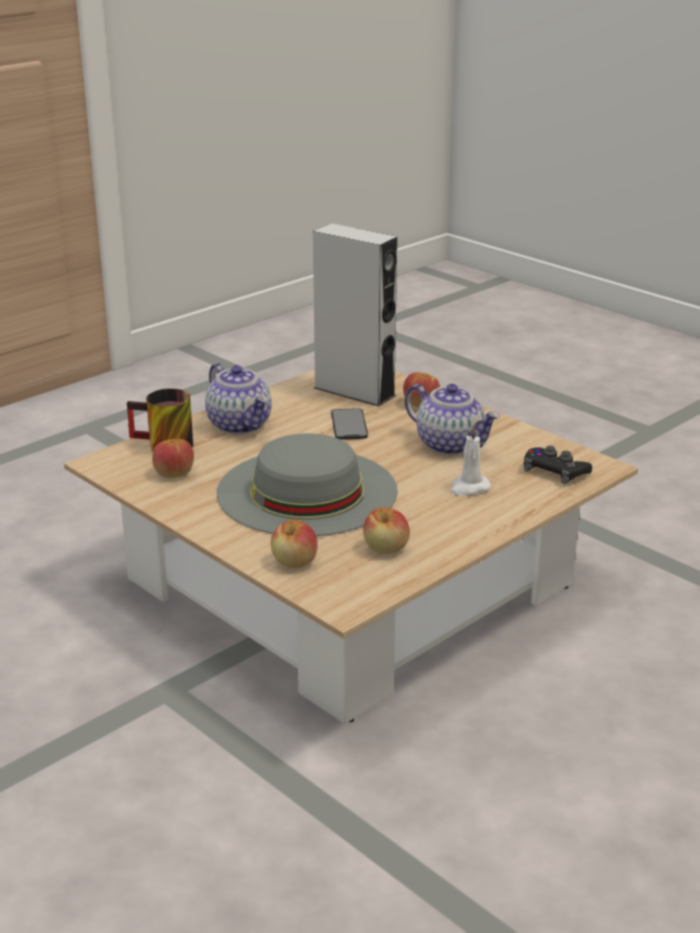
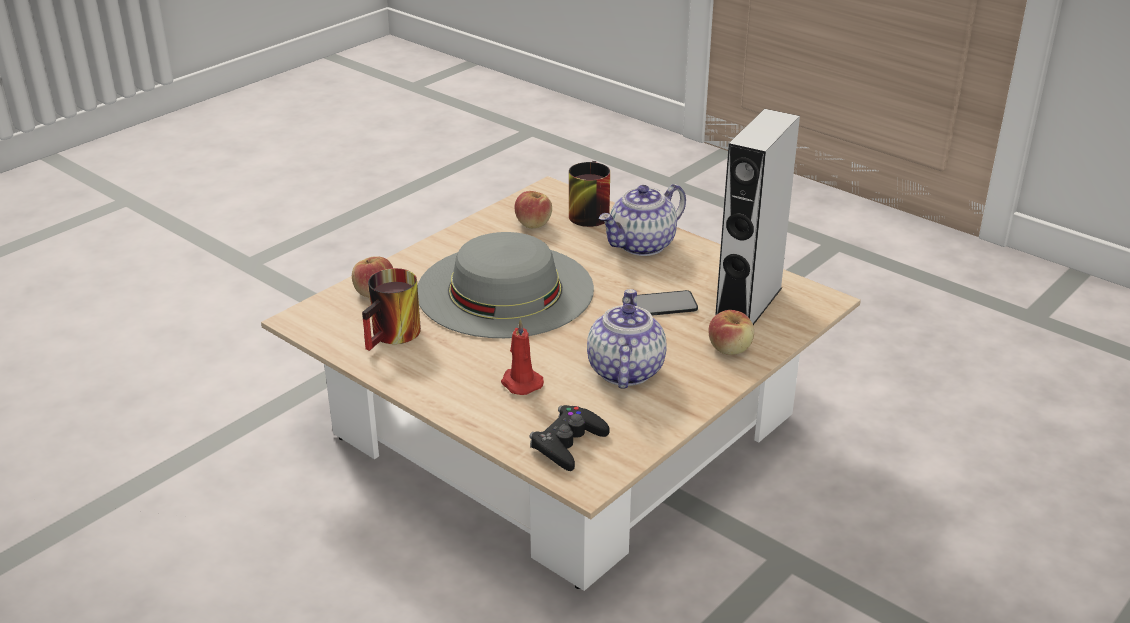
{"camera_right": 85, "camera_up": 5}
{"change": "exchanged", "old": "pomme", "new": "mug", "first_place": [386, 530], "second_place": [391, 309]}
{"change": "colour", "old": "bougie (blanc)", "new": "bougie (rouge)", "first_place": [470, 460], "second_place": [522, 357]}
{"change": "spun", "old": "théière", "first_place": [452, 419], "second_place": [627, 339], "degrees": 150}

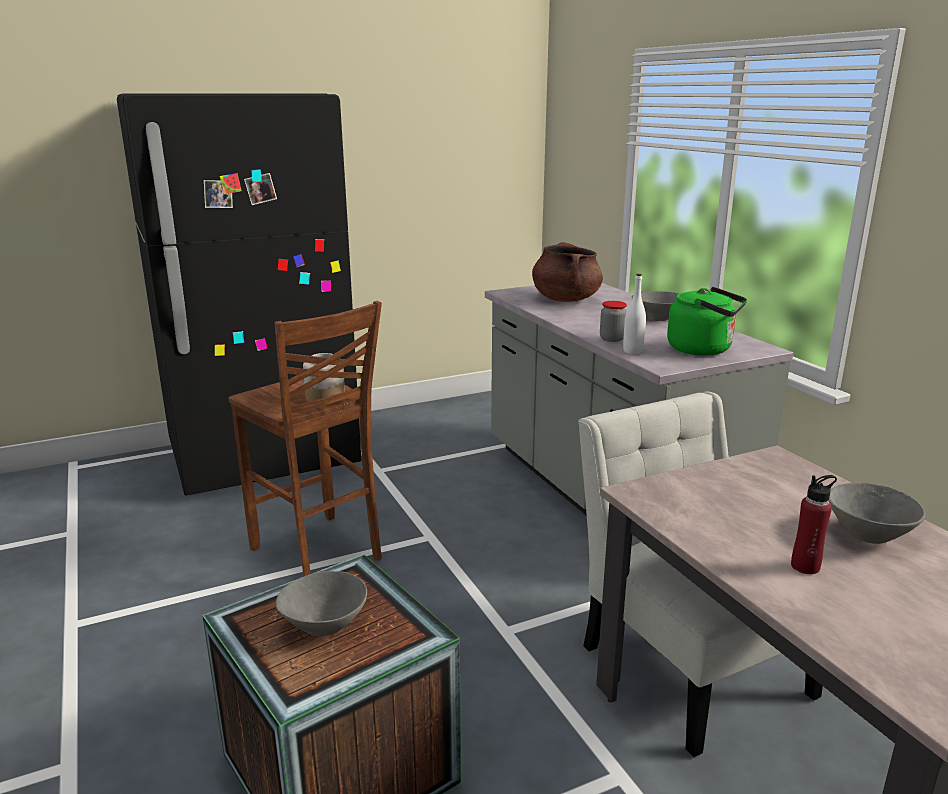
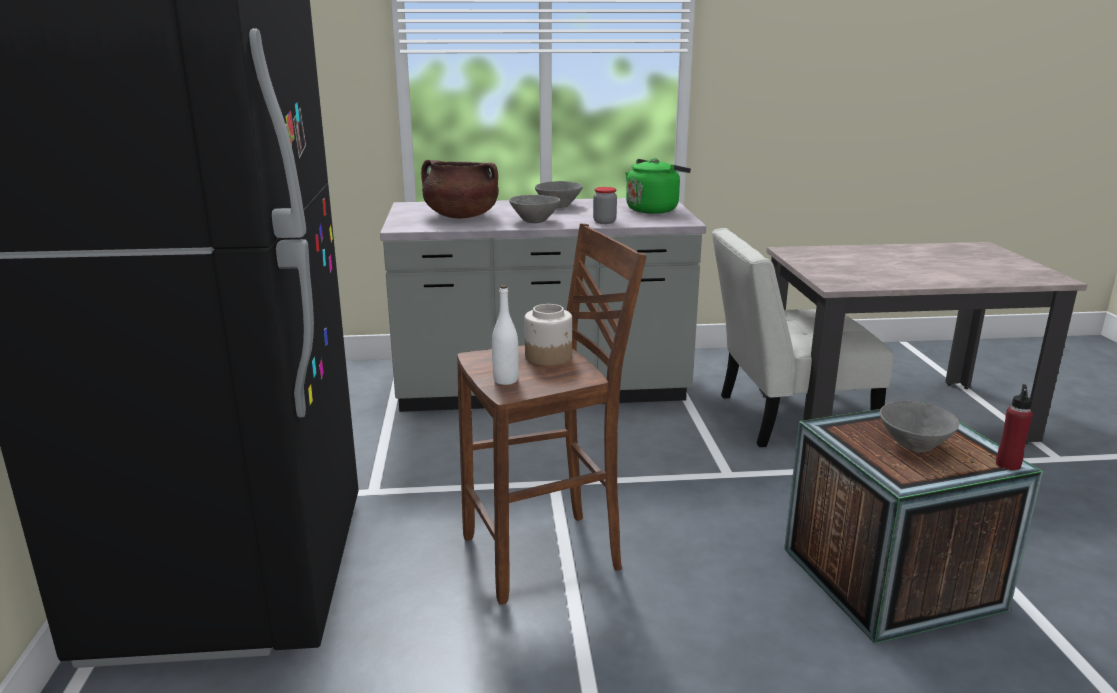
{"camera_right": -70, "camera_up": 0}
{"change": "relocated", "old": "bouteille (blanc)", "first_place": [634, 314], "second_place": [505, 335]}
{"change": "relocated", "old": "bol (gris)", "first_place": [876, 513], "second_place": [534, 209]}
{"change": "relocated", "old": "bouteille (rouge)", "first_place": [814, 524], "second_place": [1014, 427]}

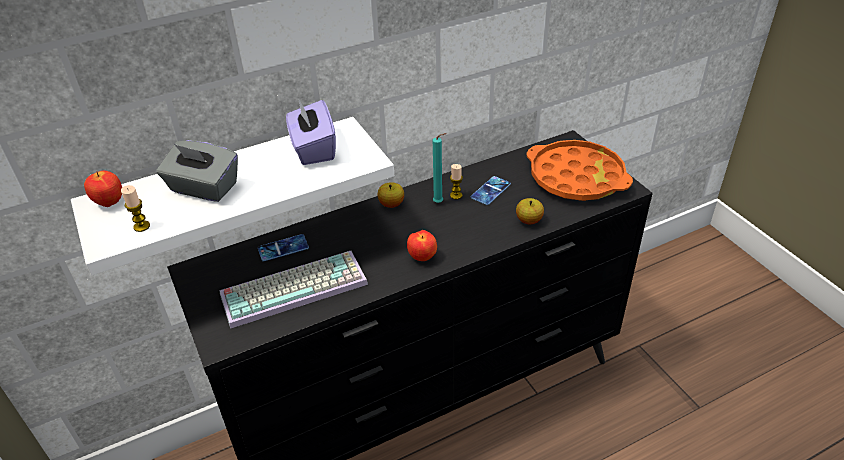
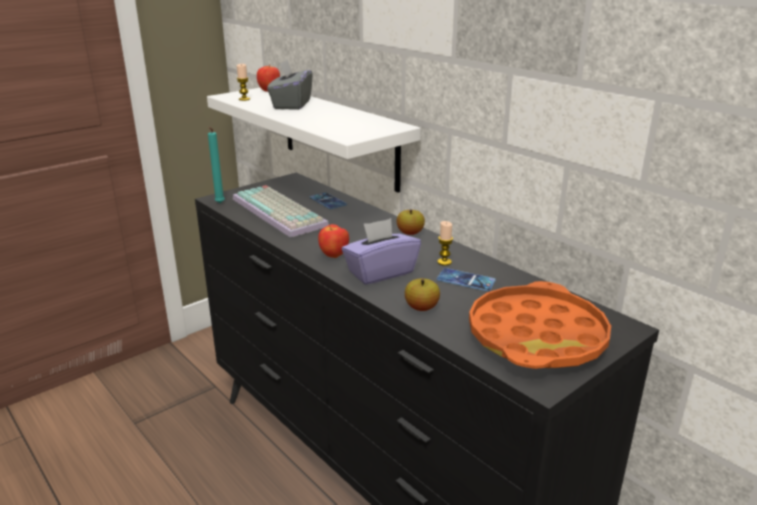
{"camera_right": 75, "camera_up": -15}
{"change": "relocated", "old": "bougie (turquoise)", "first_place": [439, 168], "second_place": [216, 165]}
{"change": "relocated", "old": "boîte à mouchoirs (violet)", "first_place": [311, 132], "second_place": [381, 251]}

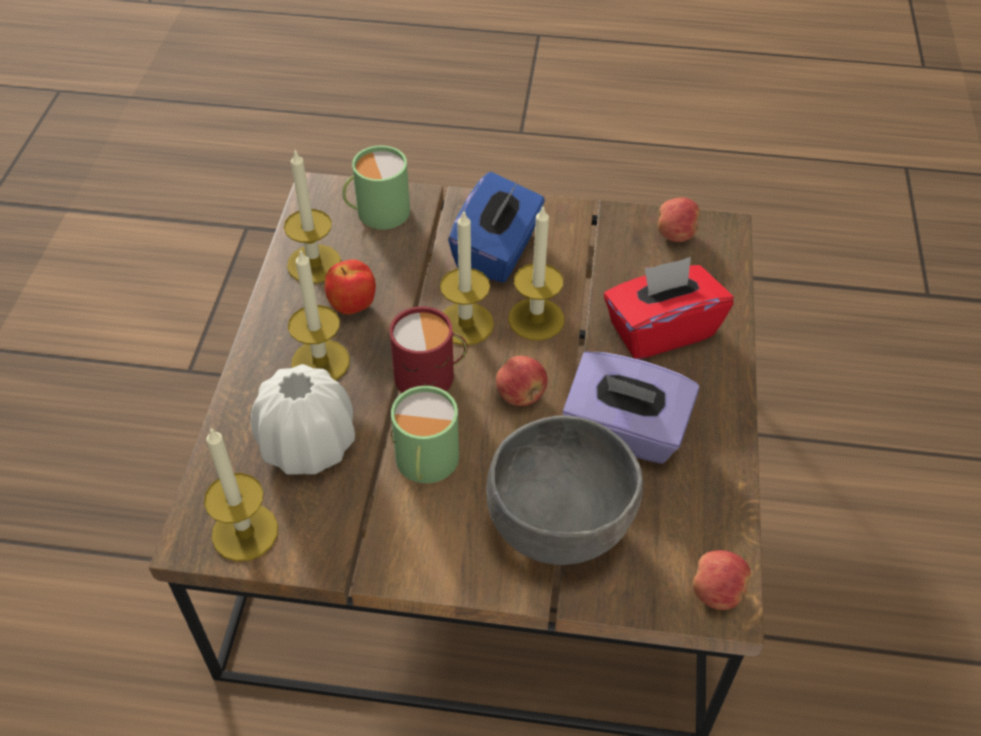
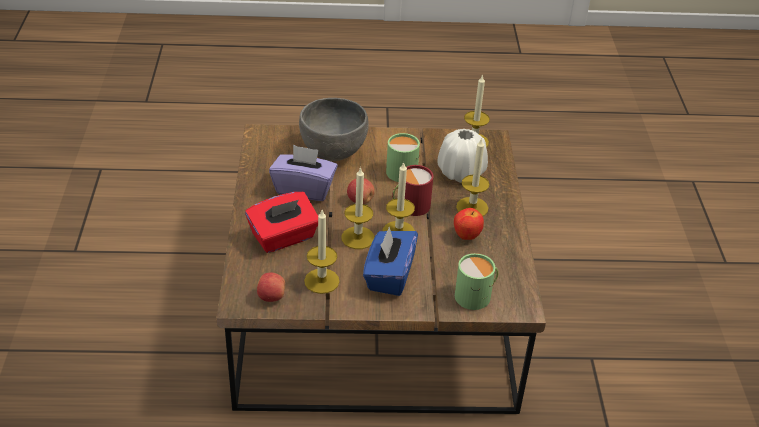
{"camera_right": 170, "camera_up": -10}
{"change": "relocated", "old": "bougie", "first_place": [312, 216], "second_place": [322, 252]}
{"change": "missing", "old": "pomme", "first_place": [722, 580]}

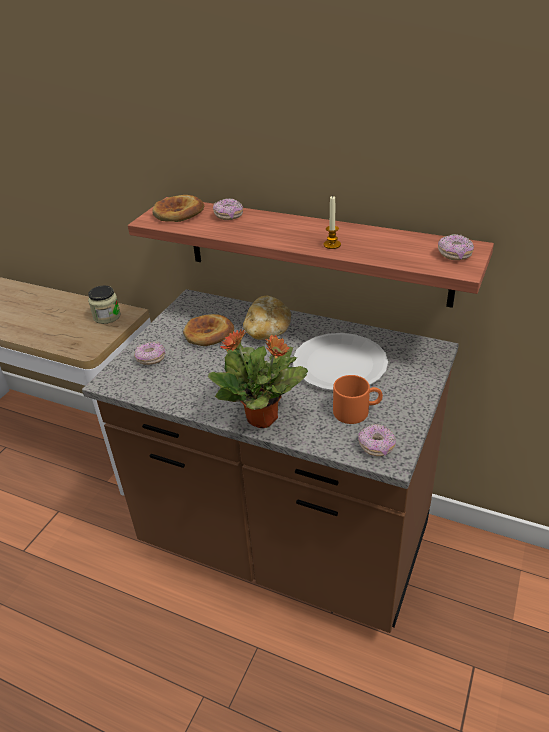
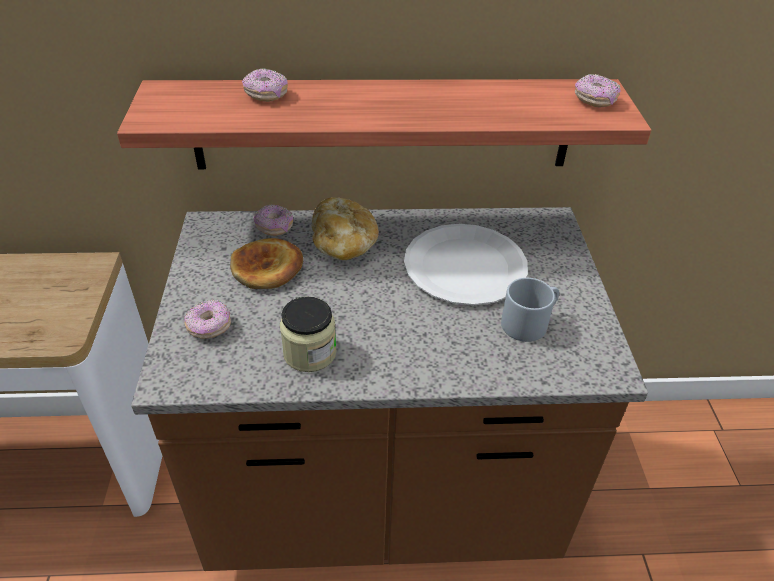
{"camera_right": -30, "camera_up": 5}
{"change": "relocated", "old": "beignet", "first_place": [377, 440], "second_place": [273, 220]}
{"change": "relocated", "old": "bocal", "first_place": [104, 304], "second_place": [308, 334]}
{"change": "colour", "old": "mug (orange)", "new": "mug (gris)", "first_place": [358, 399], "second_place": [530, 310]}
{"change": "missing", "old": "pain", "first_place": [178, 208]}
{"change": "missing", "old": "plante en pot", "first_place": [258, 378]}
{"change": "missing", "old": "bougie", "first_place": [332, 222]}

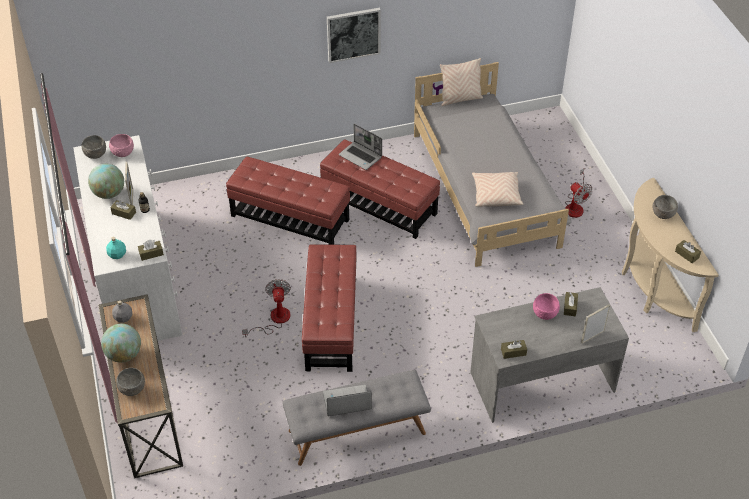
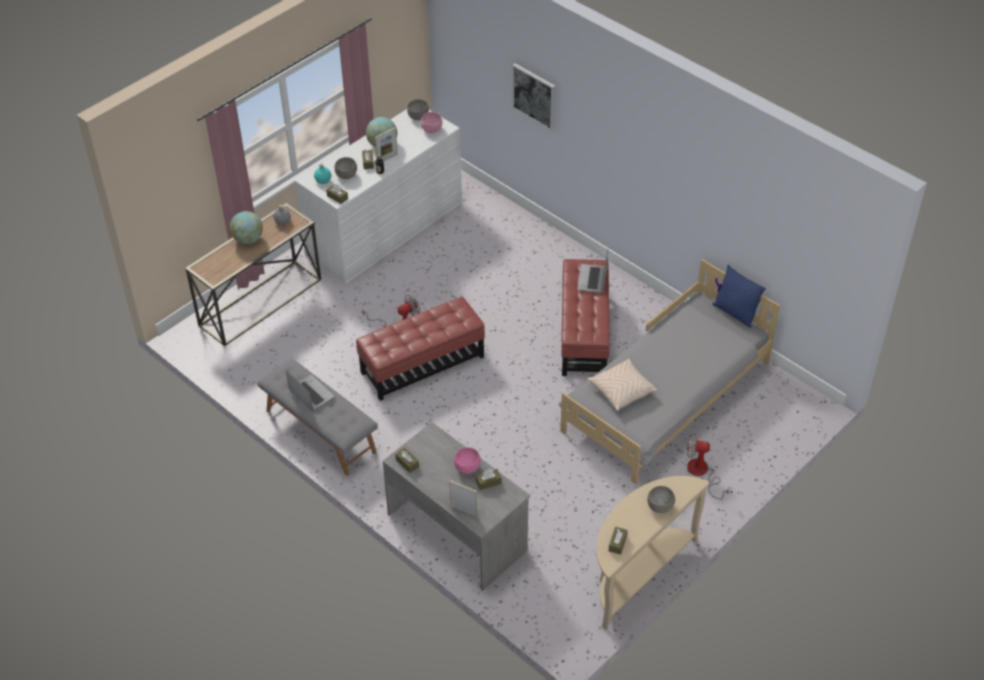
{"camera_right": 60, "camera_up": 0}
{"change": "relocated", "old": "bol (gris)", "first_place": [130, 382], "second_place": [345, 168]}
{"change": "relocated", "old": "tableau", "first_place": [354, 35], "second_place": [533, 97]}
{"change": "spun", "old": "ventilateur", "first_place": [579, 193], "second_place": [708, 466], "degrees": 75}
{"change": "colour", "old": "coussin (beige)", "new": "coussin (bleu)", "first_place": [461, 82], "second_place": [739, 296]}
{"change": "missing", "old": "pouf (rouge)", "first_place": [288, 201]}

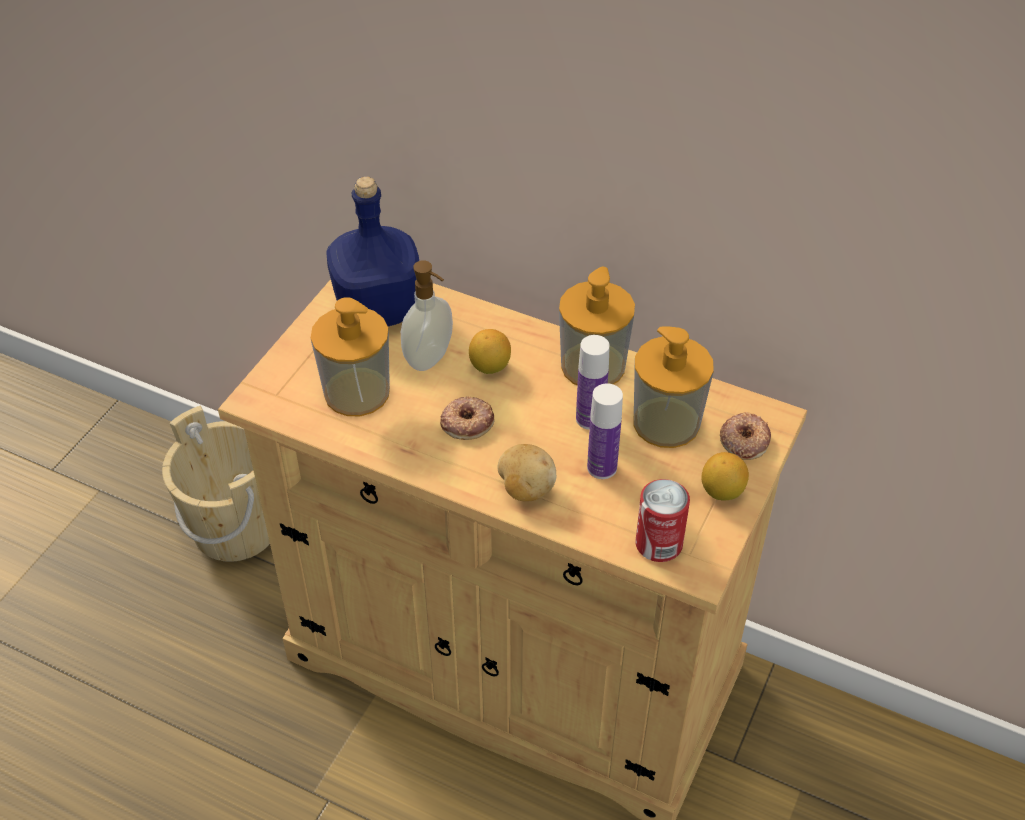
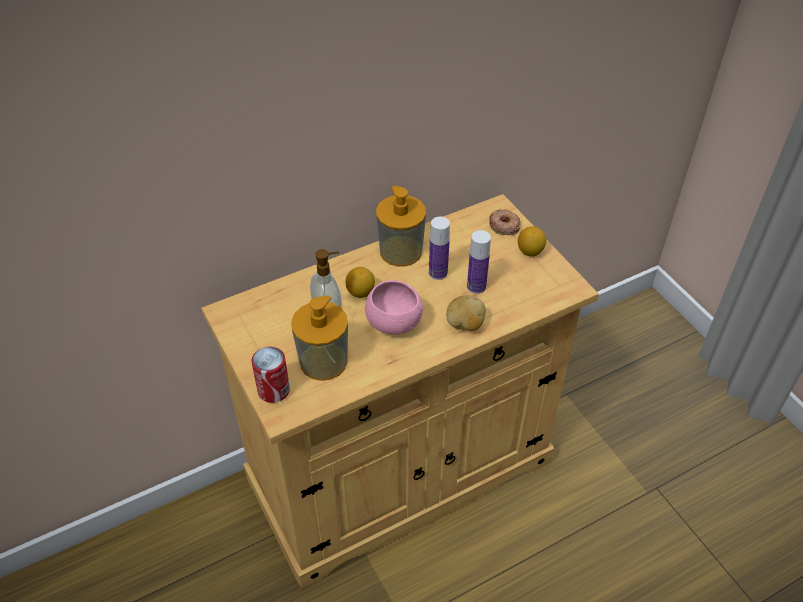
{"camera_right": -55, "camera_up": 0}
{"change": "relocated", "old": "boîte métallique", "first_place": [662, 520], "second_place": [270, 375]}
{"change": "exchanged", "old": "beignet", "new": "bol (rose)", "first_place": [467, 418], "second_place": [394, 307]}
{"change": "missing", "old": "seau (beige)", "first_place": [216, 484]}
{"change": "missing", "old": "bouteille (bleu)", "first_place": [372, 251]}
{"change": "missing", "old": "distributeur de savon", "first_place": [674, 387]}

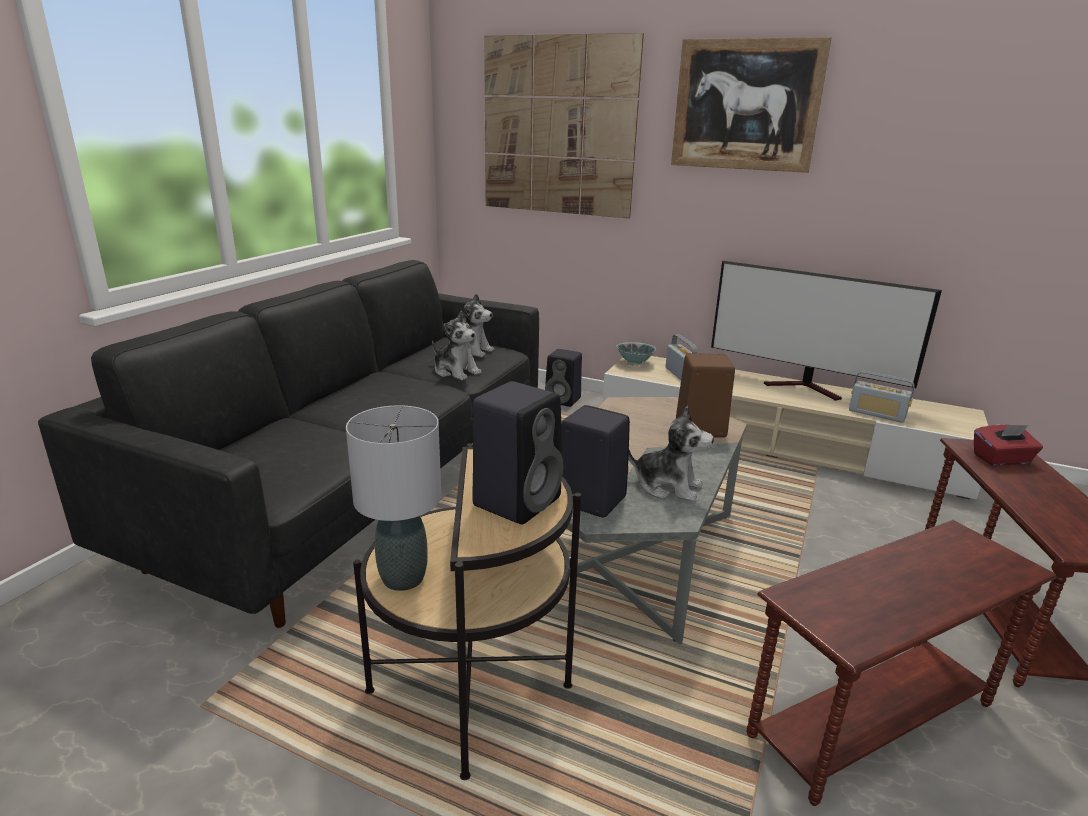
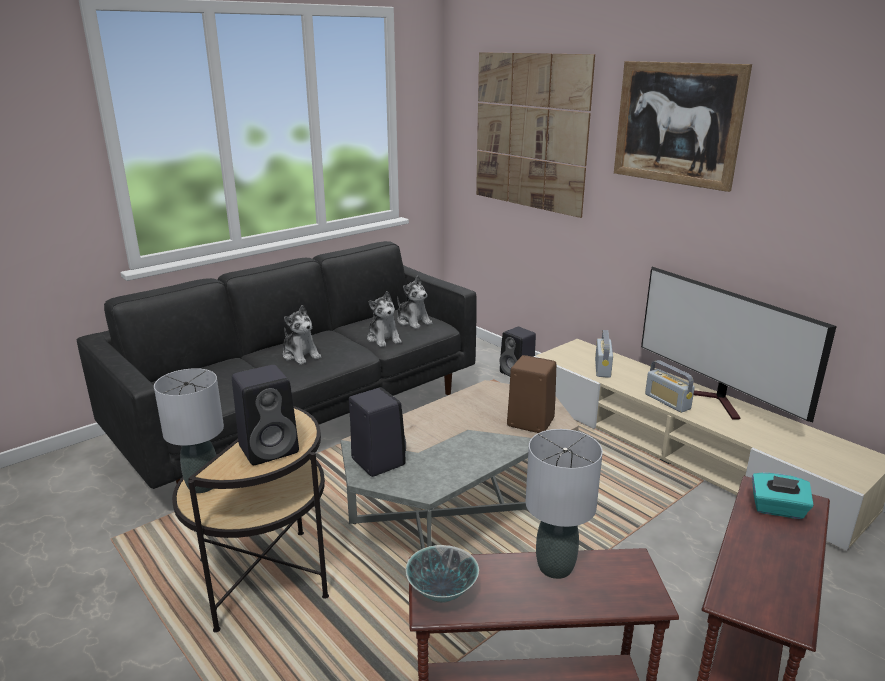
{"camera_right": 25, "camera_up": 0}
{"change": "relocated", "old": "peluche", "first_place": [671, 454], "second_place": [302, 335]}
{"change": "relocated", "old": "bol", "first_place": [636, 354], "second_place": [442, 574]}
{"change": "appeared", "new": "lampe de table (gris)", "second_place": [564, 504]}
{"change": "relocated", "old": "radio", "first_place": [882, 397], "second_place": [670, 386]}
{"change": "colour", "old": "boîte à mouchoirs (rouge)", "new": "boîte à mouchoirs (turquoise)", "first_place": [1008, 445], "second_place": [783, 496]}

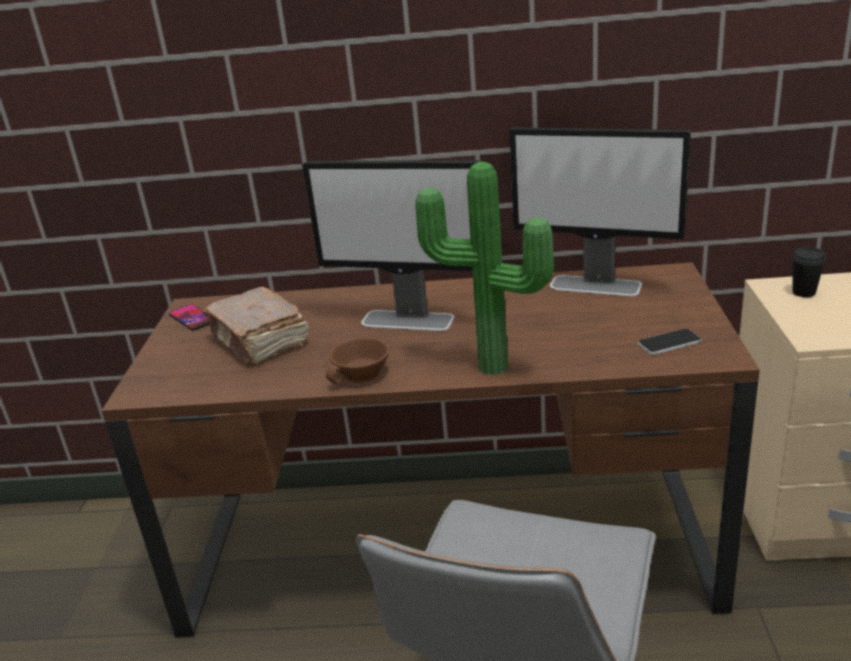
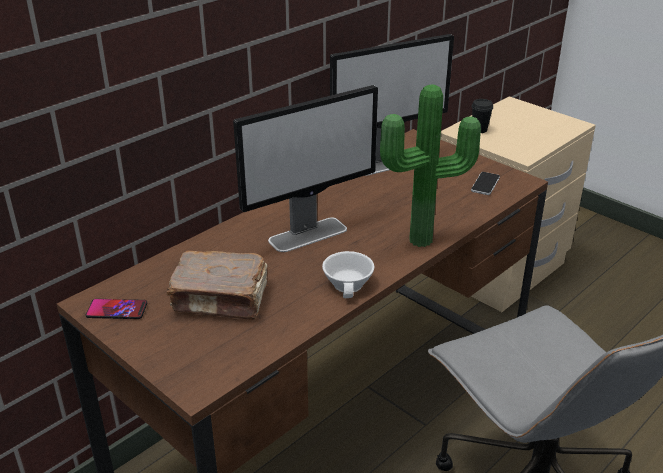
{"camera_right": -50, "camera_up": 5}
{"change": "colour", "old": "tasse (marron)", "new": "tasse (blanc)", "first_place": [357, 360], "second_place": [348, 274]}

